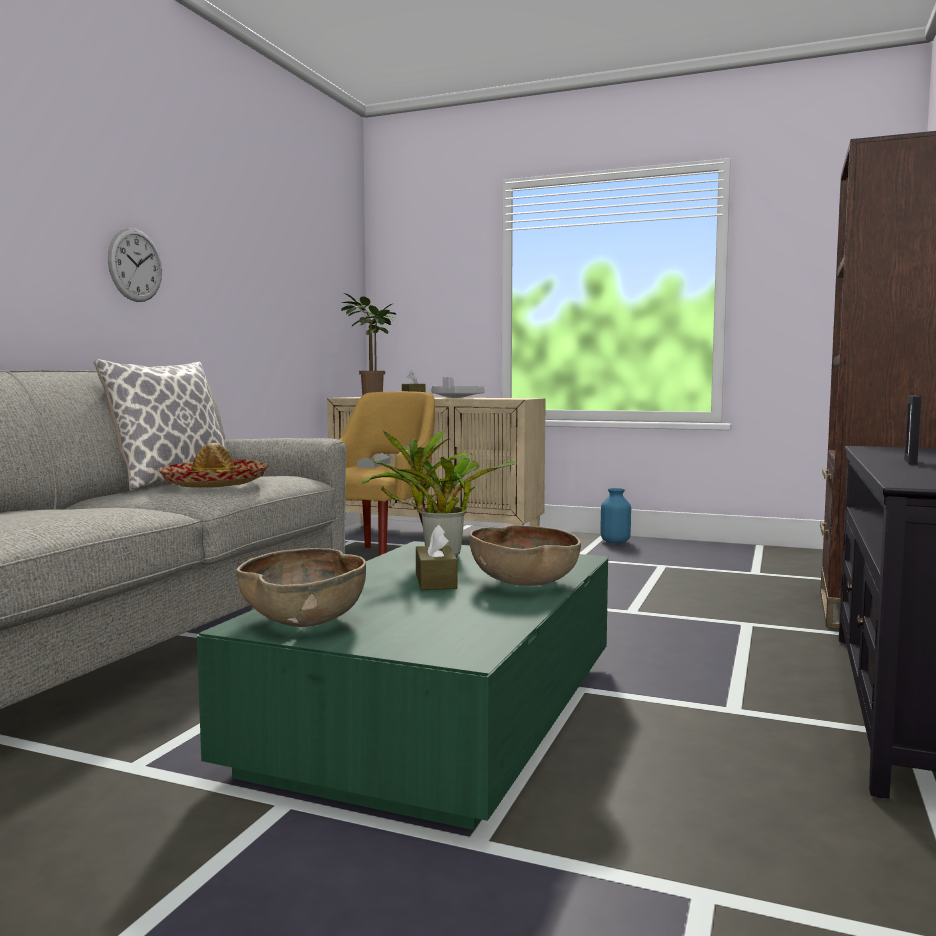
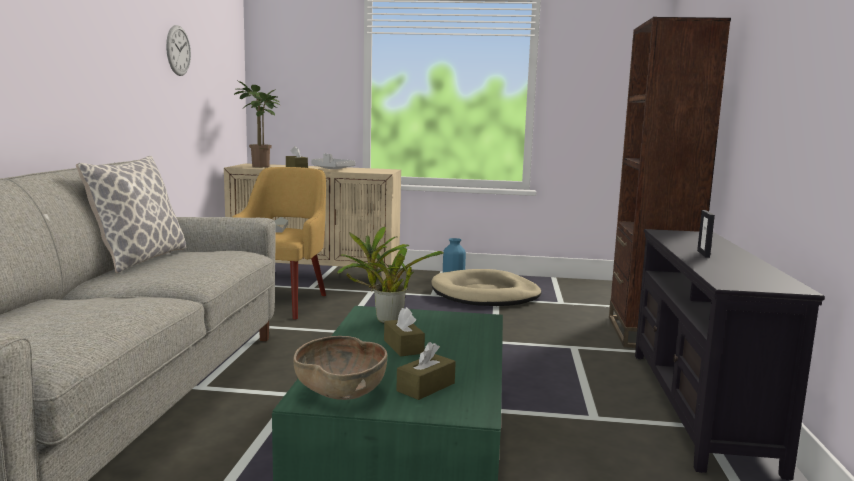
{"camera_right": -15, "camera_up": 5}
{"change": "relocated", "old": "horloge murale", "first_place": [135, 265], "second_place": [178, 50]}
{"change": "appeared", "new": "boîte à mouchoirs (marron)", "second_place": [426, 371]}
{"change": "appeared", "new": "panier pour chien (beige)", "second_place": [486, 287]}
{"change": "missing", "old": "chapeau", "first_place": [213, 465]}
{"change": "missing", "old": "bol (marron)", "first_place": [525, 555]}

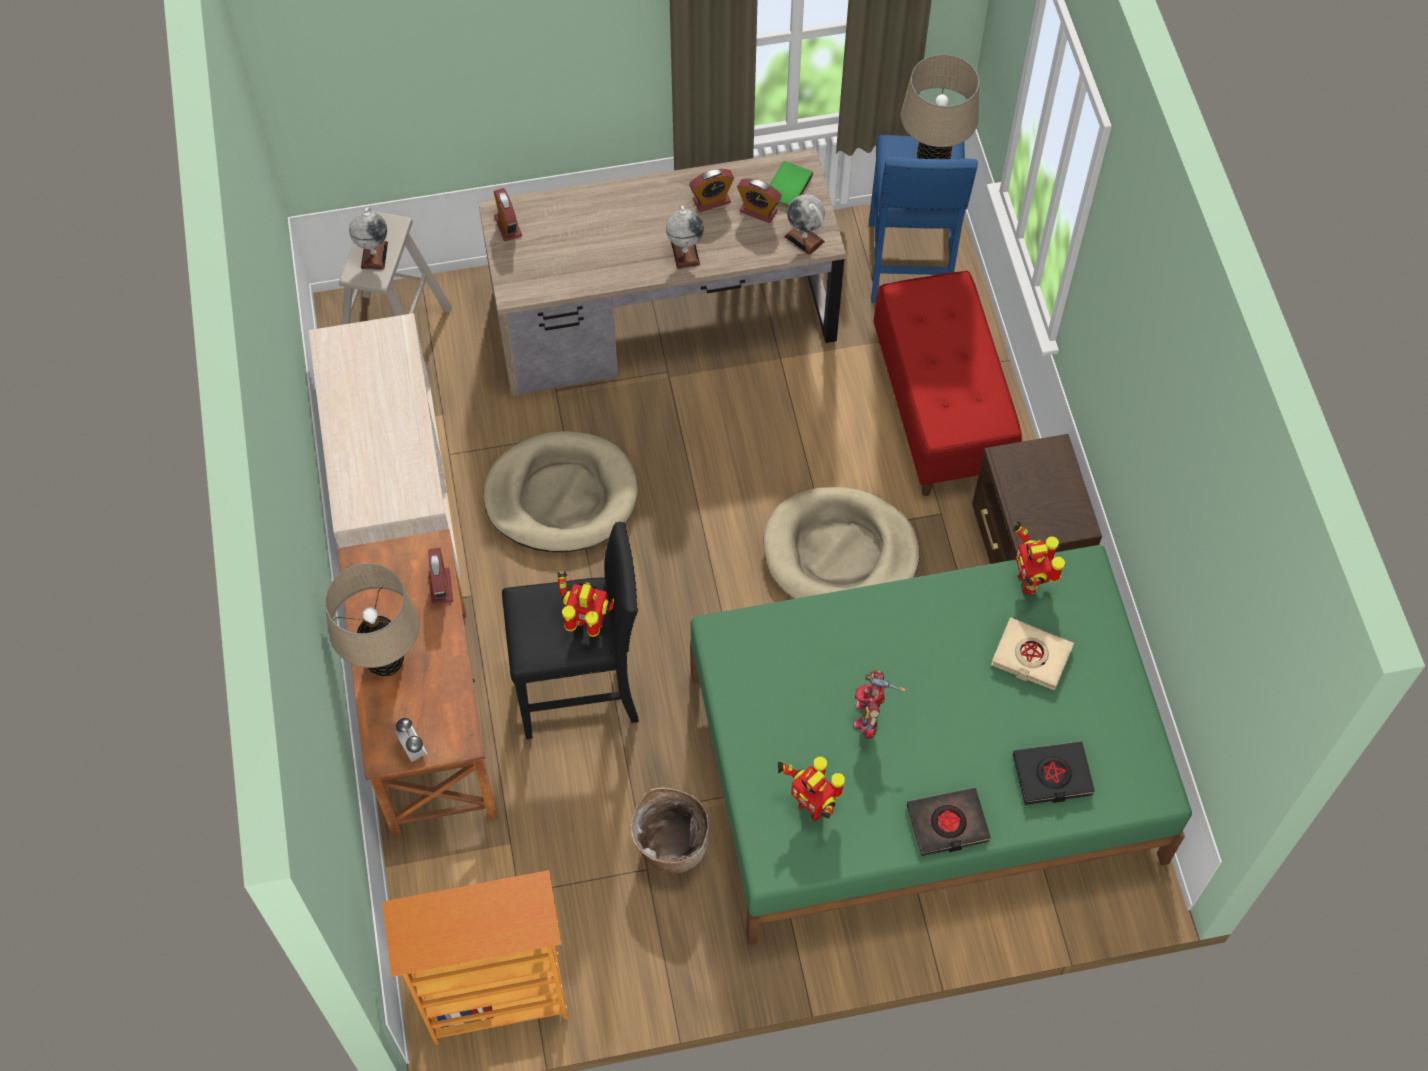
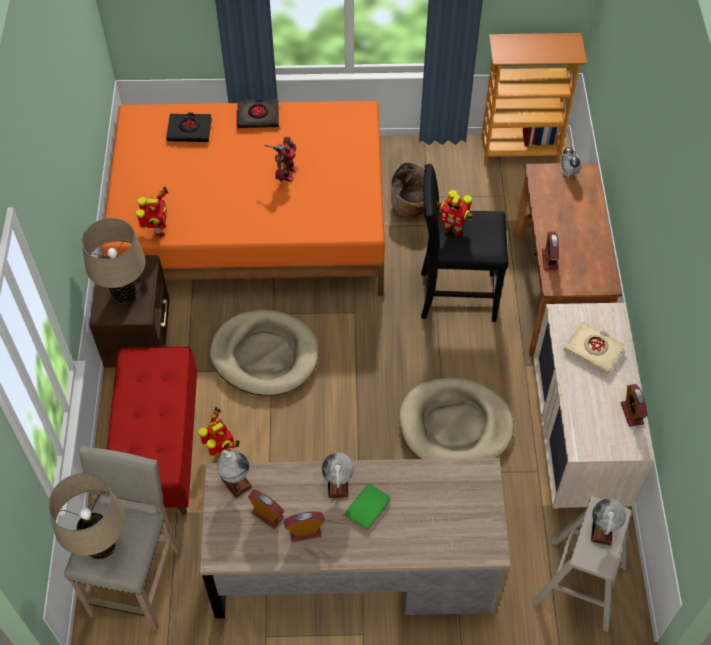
{"camera_right": -170, "camera_up": -5}
{"change": "colour", "old": "tabouret (bleu)", "new": "tabouret (beige)", "first_place": [923, 219], "second_place": [122, 538]}
{"change": "relocated", "old": "lampe de table (beige)", "first_place": [372, 620], "second_place": [114, 260]}
{"change": "colour", "old": "lit (vert)", "new": "lit (orange)", "first_place": [941, 745], "second_place": [243, 198]}
{"change": "relocated", "old": "robot jouet", "first_place": [811, 789], "second_place": [219, 432]}
{"change": "relocated", "old": "livre (vert)", "first_place": [791, 184], "second_place": [367, 507]}
{"change": "relocated", "old": "livre (beige)", "first_place": [1032, 654], "second_place": [594, 348]}
{"change": "relocated", "old": "réveil", "first_place": [508, 214], "second_place": [634, 405]}

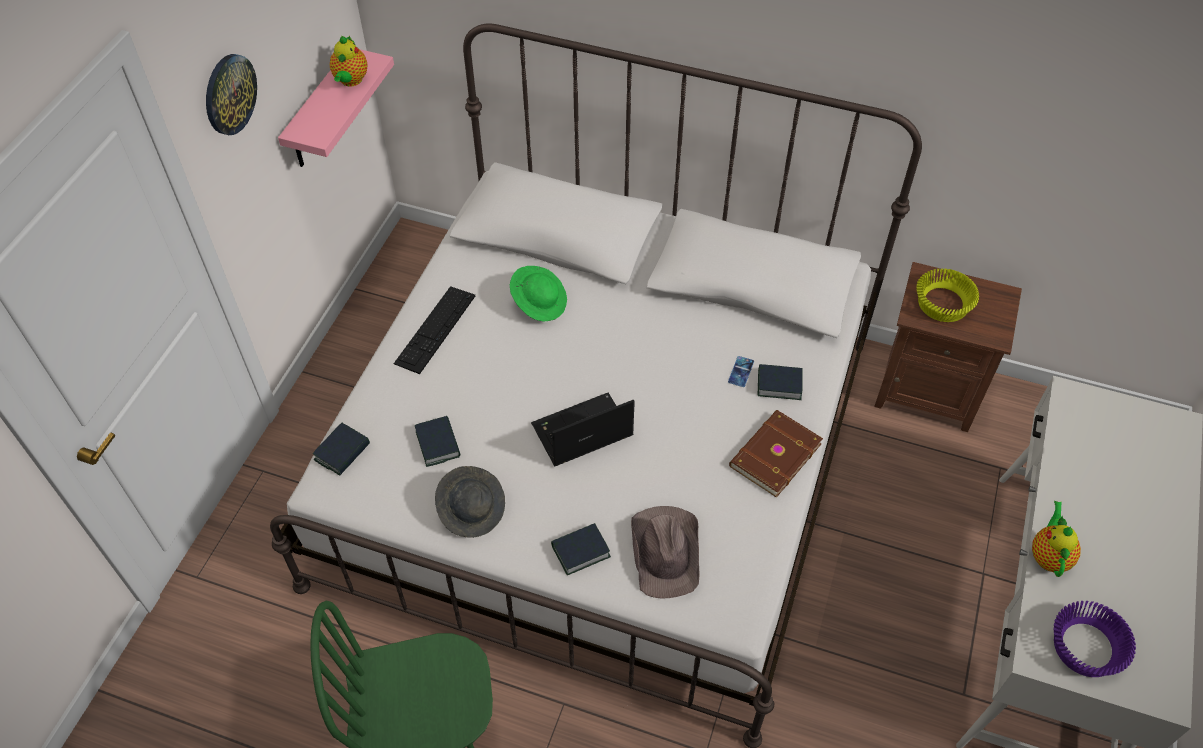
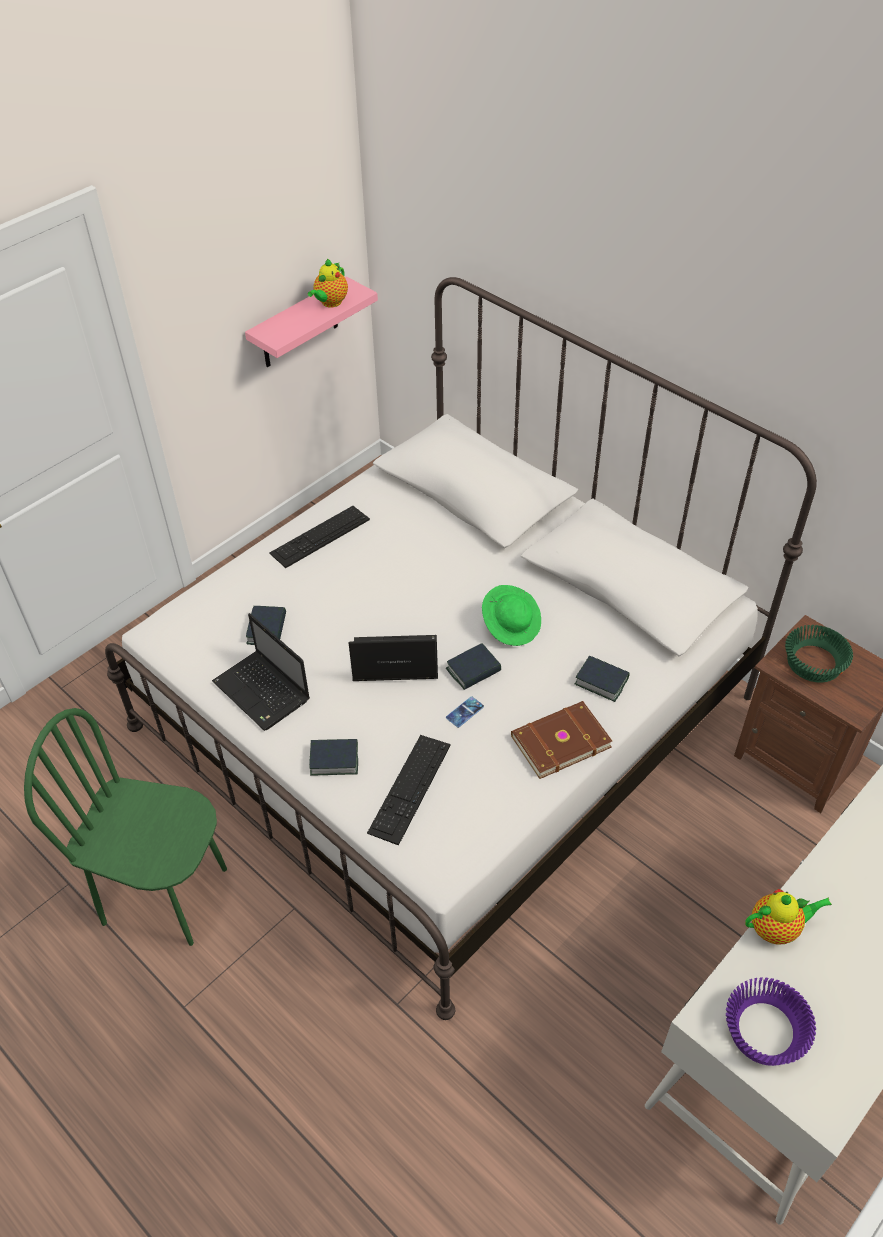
{"camera_right": 25, "camera_up": -5}
{"change": "exchanged", "old": "chapeau (gris)", "new": "ordinateur portable", "first_place": [470, 502], "second_place": [261, 672]}
{"change": "exchanged", "old": "chapeau (marron)", "new": "clavier", "first_place": [665, 552], "second_place": [408, 790]}
{"change": "relocated", "old": "livre", "first_place": [341, 449], "second_place": [473, 666]}
{"change": "relocated", "old": "téléphone", "first_place": [741, 371], "second_place": [465, 712]}
{"change": "relocated", "old": "chapeau (vert)", "first_place": [538, 293], "second_place": [511, 615]}
{"change": "spun", "old": "théière", "first_place": [1056, 539], "second_place": [788, 917], "degrees": 45}
{"change": "colour", "old": "bol (jaune)", "new": "bol (vert)", "first_place": [947, 295], "second_place": [819, 653]}
{"change": "missing", "old": "horloge murale", "first_place": [231, 94]}

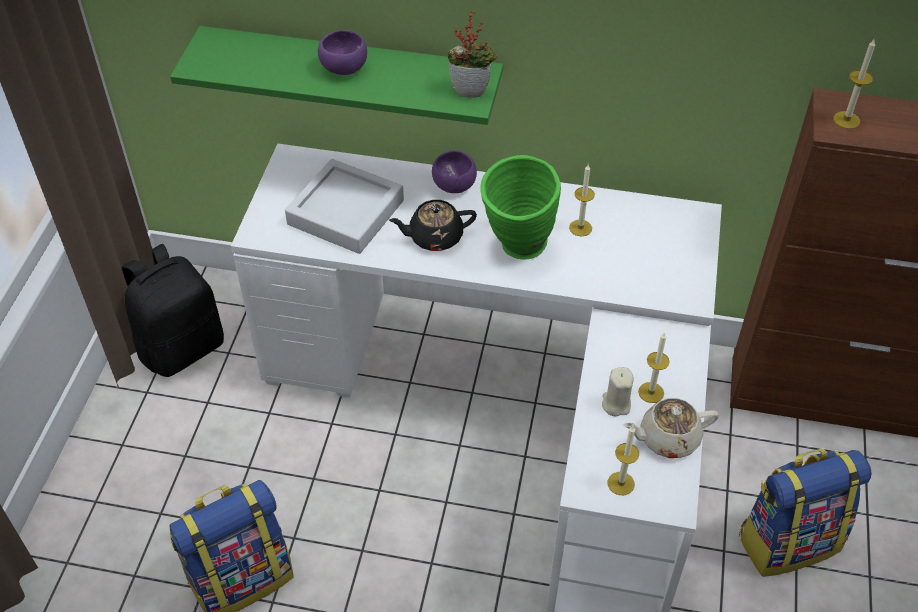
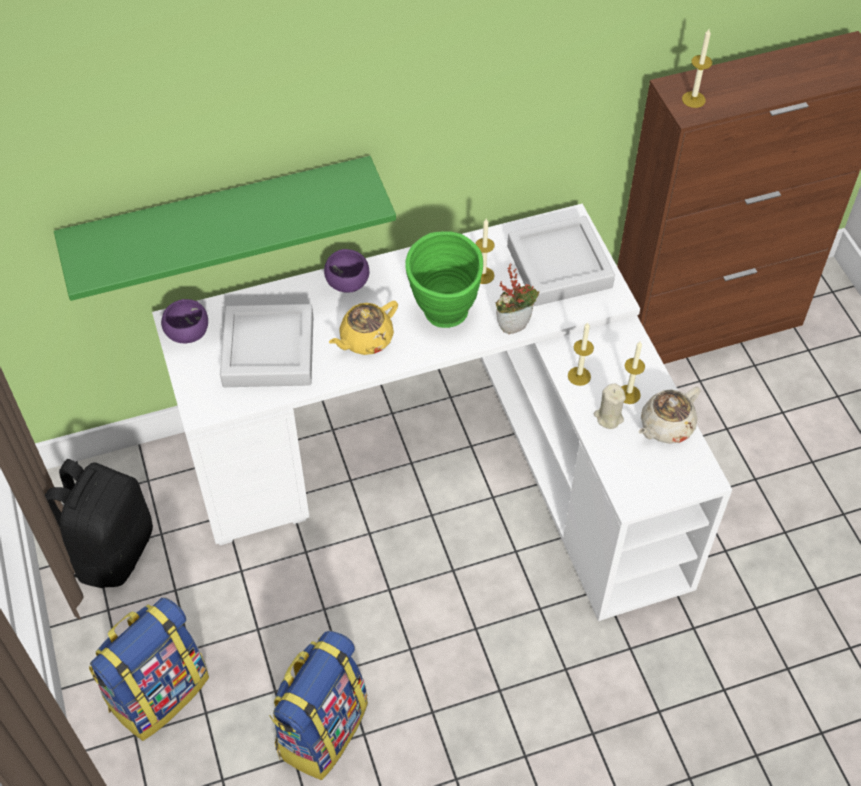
{"camera_right": -30, "camera_up": 5}
{"change": "relocated", "old": "sac à dos", "first_place": [805, 513], "second_place": [149, 669]}
{"change": "relocated", "old": "bol (violet)", "first_place": [342, 52], "second_place": [184, 321]}
{"change": "colour", "old": "théière (noir)", "new": "théière (jaune)", "first_place": [433, 225], "second_place": [363, 327]}
{"change": "relocated", "old": "plante en pot", "first_place": [472, 54], "second_place": [517, 299]}
{"change": "appeared", "new": "plateau (gris)", "second_place": [561, 261]}
{"change": "relocated", "old": "bougie", "first_place": [623, 460], "second_place": [581, 354]}

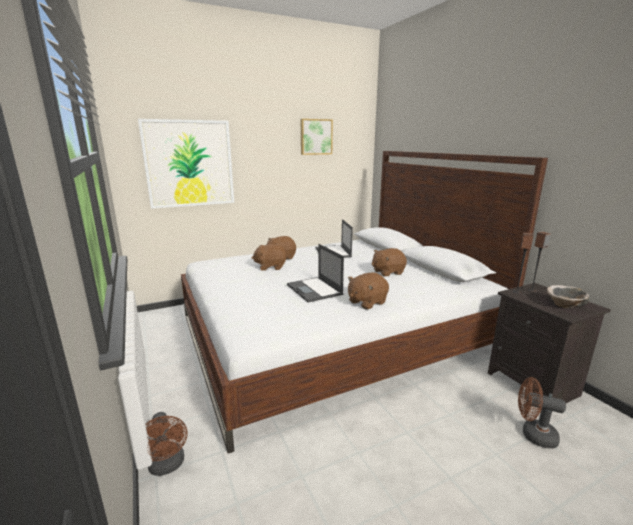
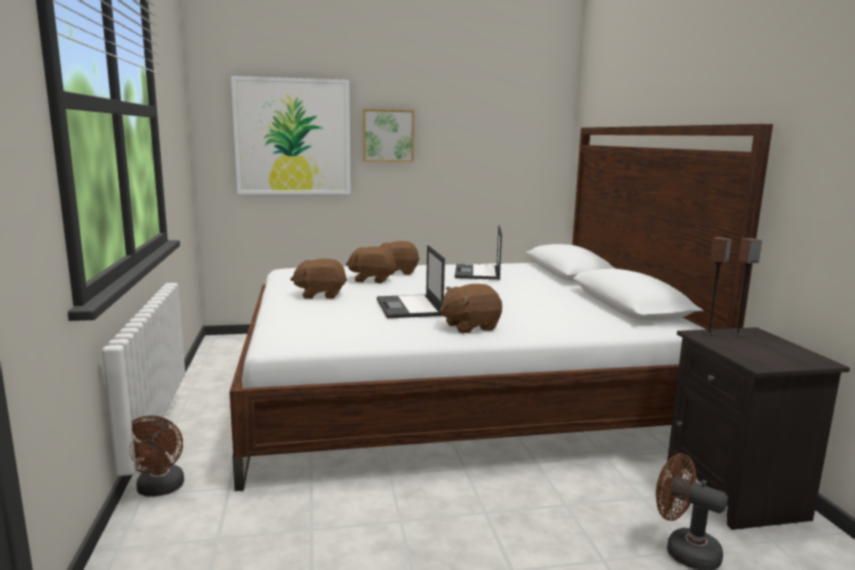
{"camera_right": 15, "camera_up": -5}
{"change": "relocated", "old": "peluche (marron)", "first_place": [389, 262], "second_place": [319, 279]}
{"change": "relocated", "old": "tableau", "first_place": [317, 137], "second_place": [388, 135]}
{"change": "missing", "old": "bol", "first_place": [568, 297]}

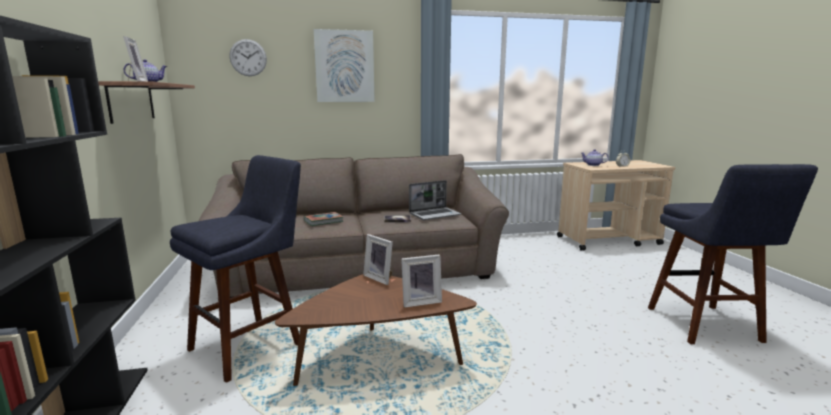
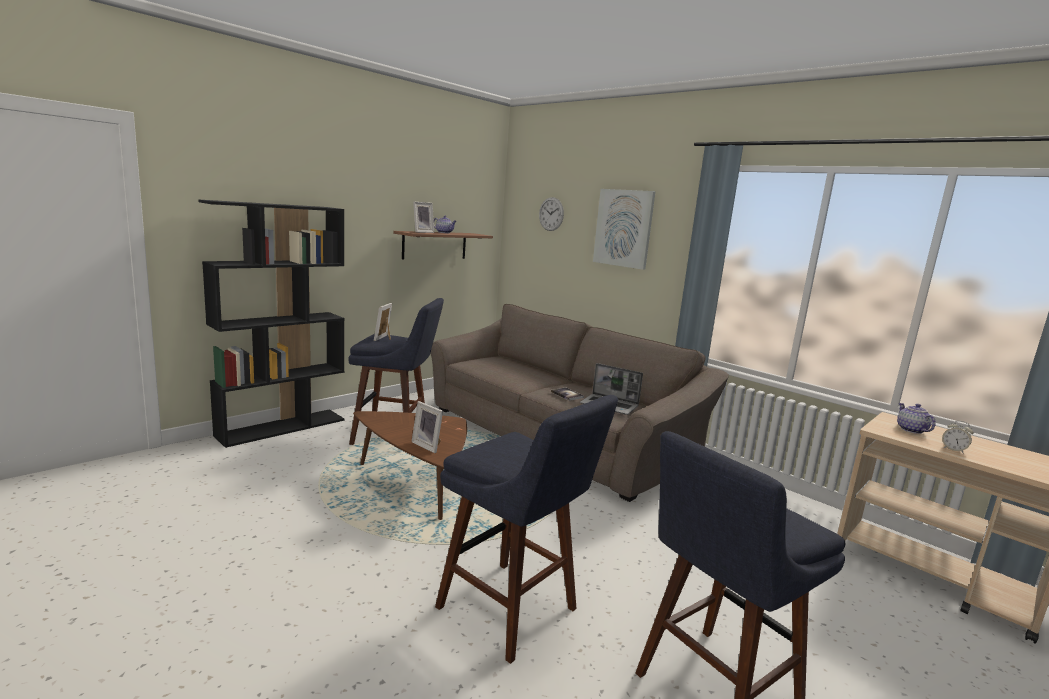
{"camera_right": 55, "camera_up": 0}
{"change": "relocated", "old": "cadre photo", "first_place": [378, 259], "second_place": [383, 322]}
{"change": "appeared", "new": "tabouret (bleu)", "second_place": [526, 529]}
{"change": "missing", "old": "livre", "first_place": [323, 219]}

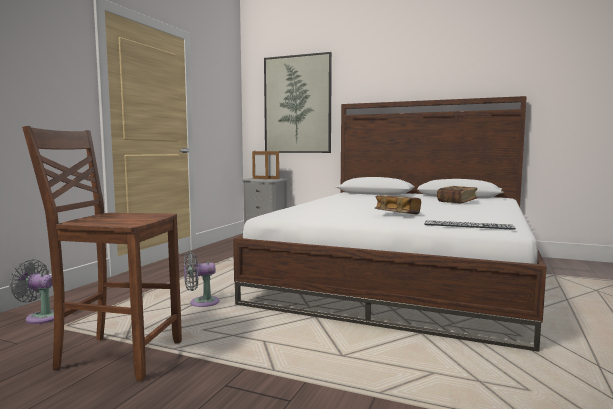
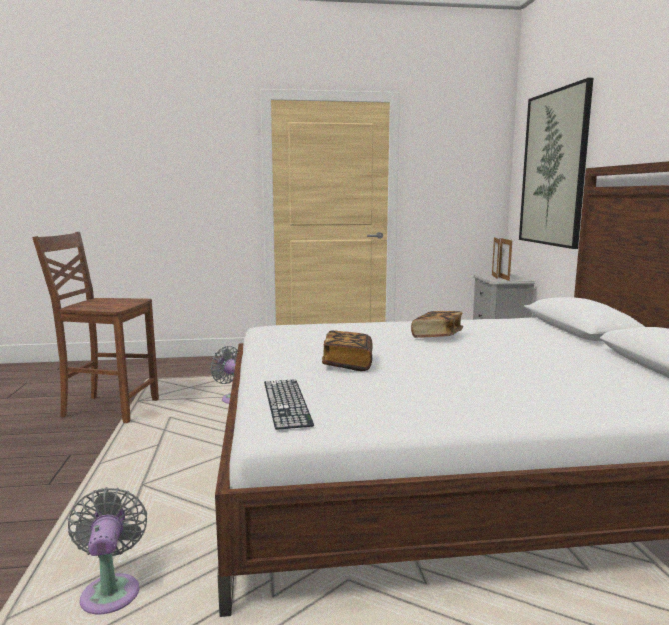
{"camera_right": 60, "camera_up": 5}
{"change": "spun", "old": "chaise (marron)", "first_place": [102, 253], "second_place": [95, 327], "degrees": -60}
{"change": "relocated", "old": "ventilateur (gris)", "first_place": [31, 292], "second_place": [107, 550]}
{"change": "relocated", "old": "livre", "first_place": [457, 195], "second_place": [437, 324]}

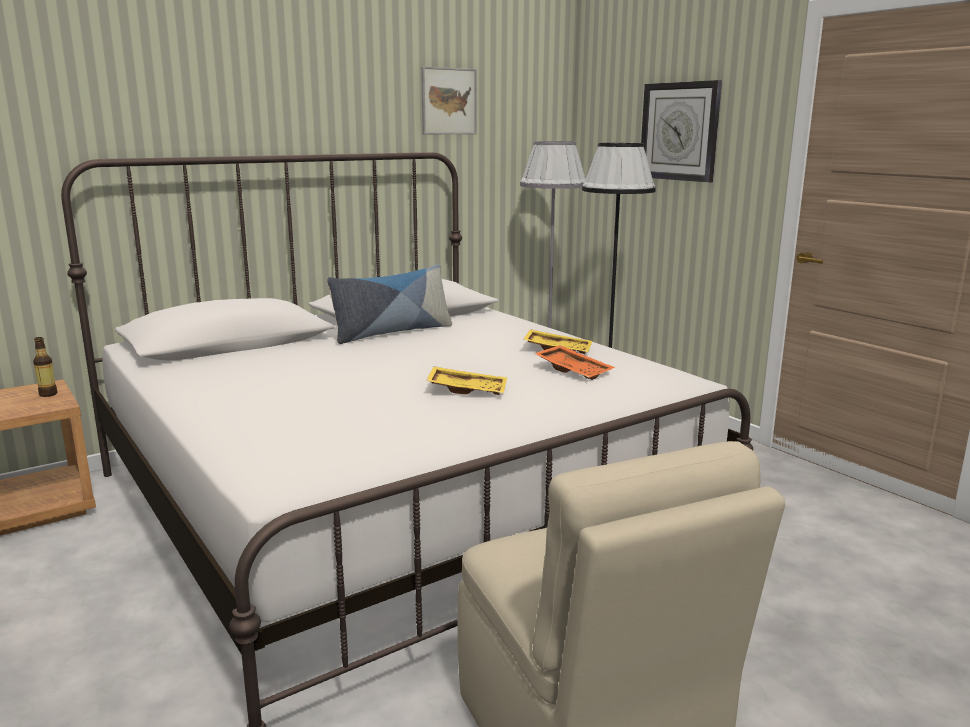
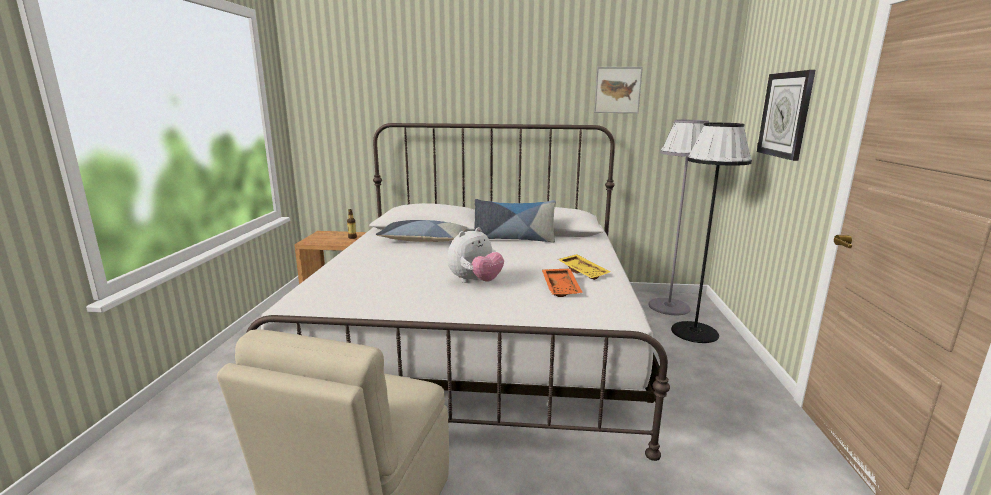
{"camera_right": 40, "camera_up": 0}
{"change": "appeared", "new": "coussin", "second_place": [421, 231]}
{"change": "exchanged", "old": "plateau (jaune)", "new": "peluche", "first_place": [466, 380], "second_place": [475, 255]}

